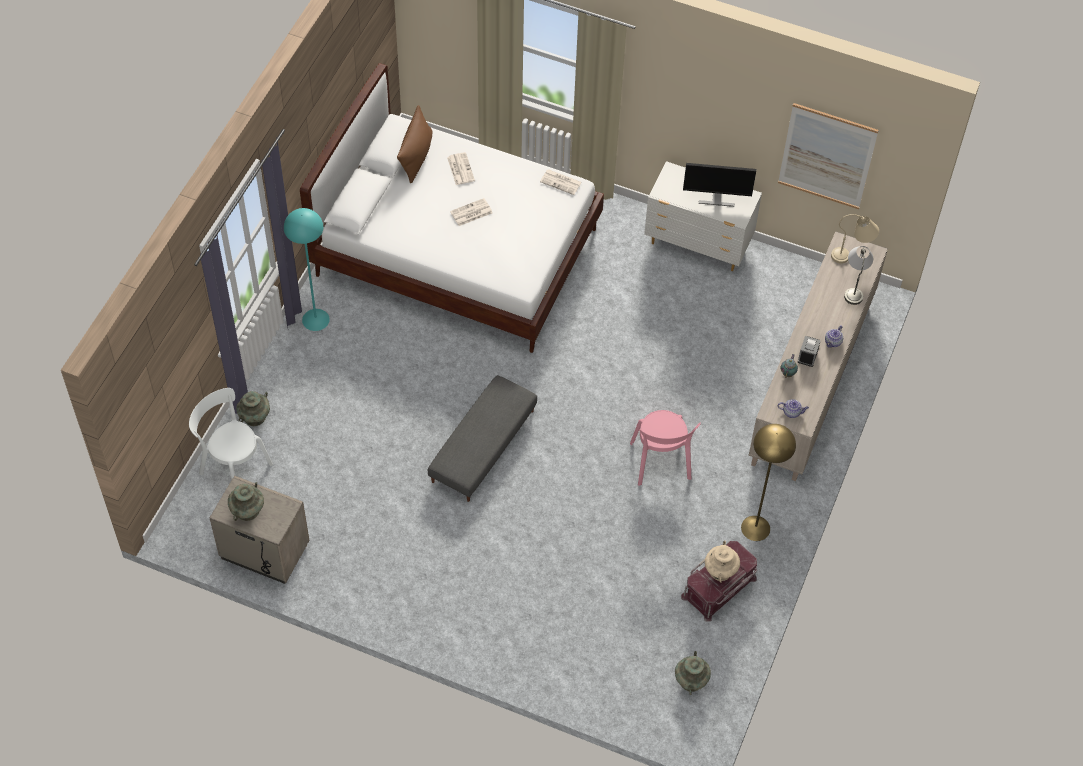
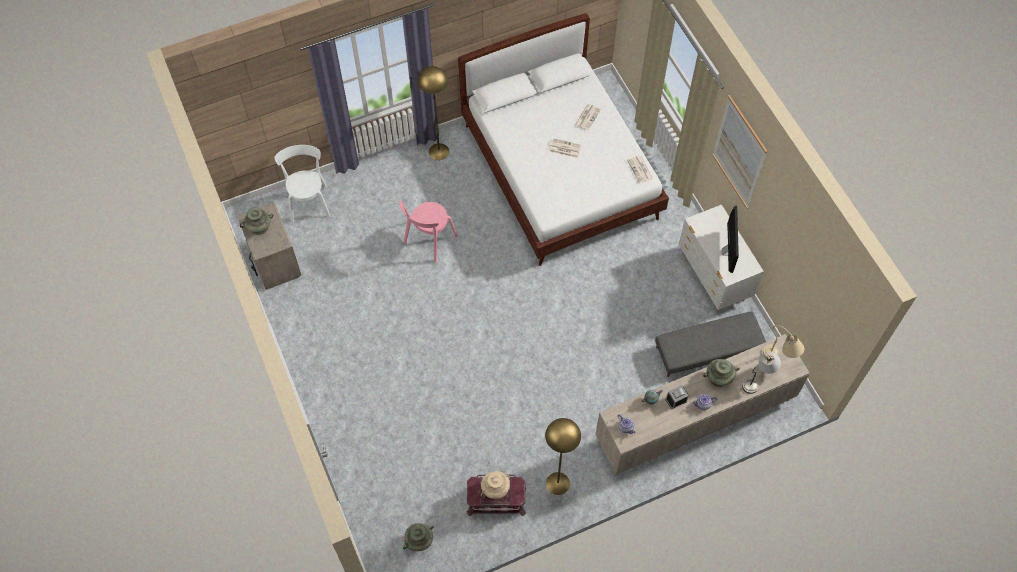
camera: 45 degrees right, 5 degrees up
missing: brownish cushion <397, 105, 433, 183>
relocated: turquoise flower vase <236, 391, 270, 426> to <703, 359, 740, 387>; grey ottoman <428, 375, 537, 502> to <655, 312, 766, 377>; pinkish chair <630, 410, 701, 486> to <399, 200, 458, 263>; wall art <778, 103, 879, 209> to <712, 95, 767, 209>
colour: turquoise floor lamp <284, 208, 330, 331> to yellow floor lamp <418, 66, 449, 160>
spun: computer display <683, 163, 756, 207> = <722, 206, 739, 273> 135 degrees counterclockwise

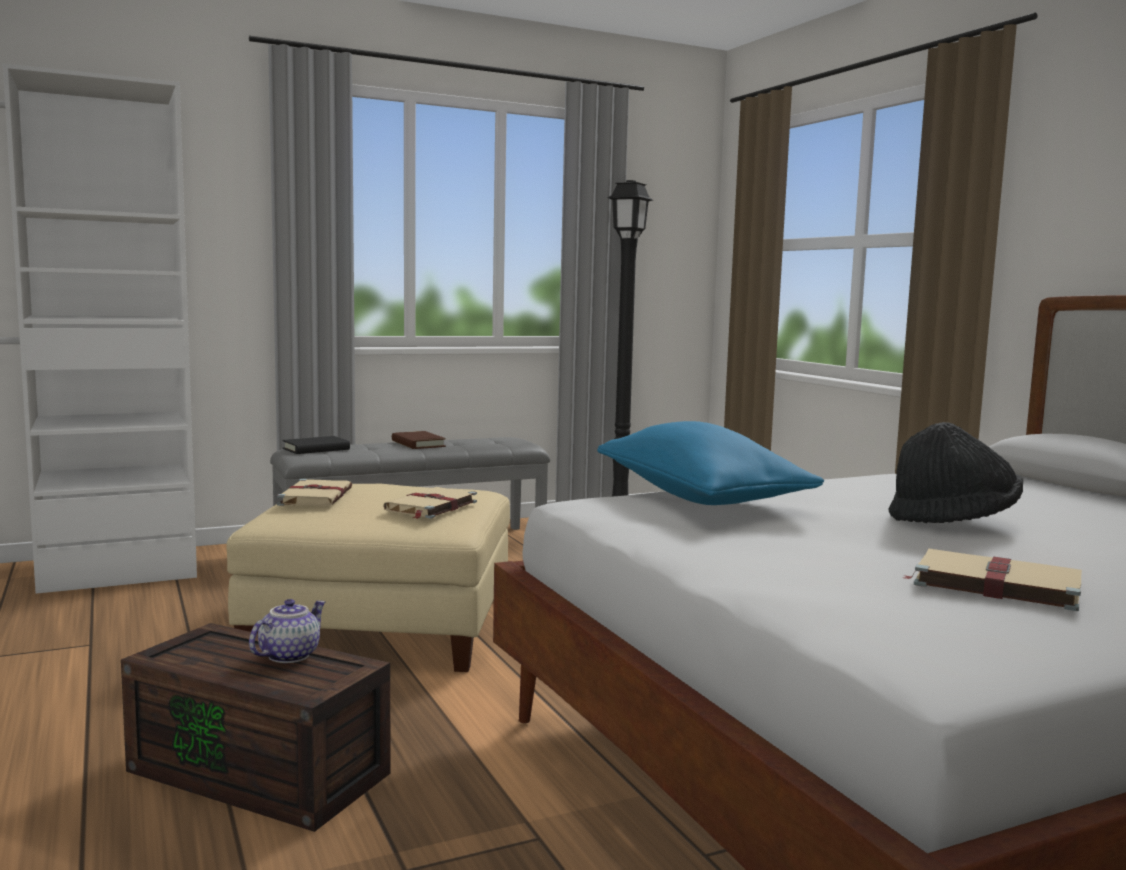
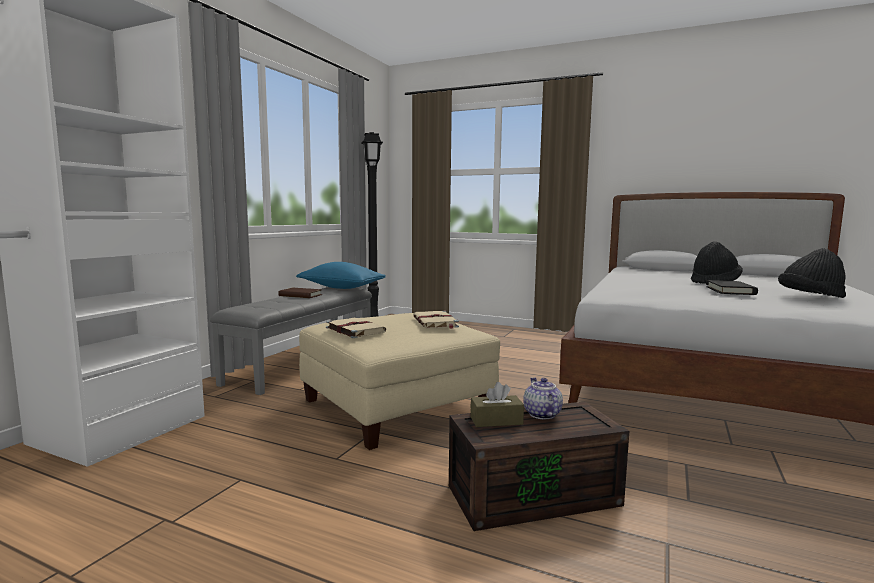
camera: 40 degrees left, 0 degrees up
appeared: brownish tissue holder <470, 382, 524, 427>
relocated: blackish bound book <282, 436, 350, 454> to <706, 280, 758, 295>; blue cushion <597, 421, 824, 505> to <296, 262, 386, 289>
exchanged: beige bound book <904, 548, 1082, 611> to blackish hat <778, 248, 846, 298>

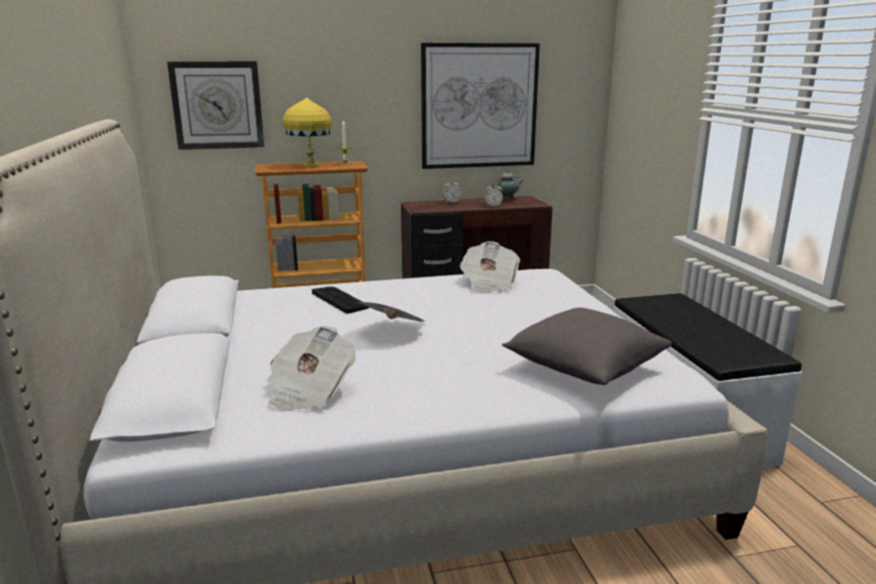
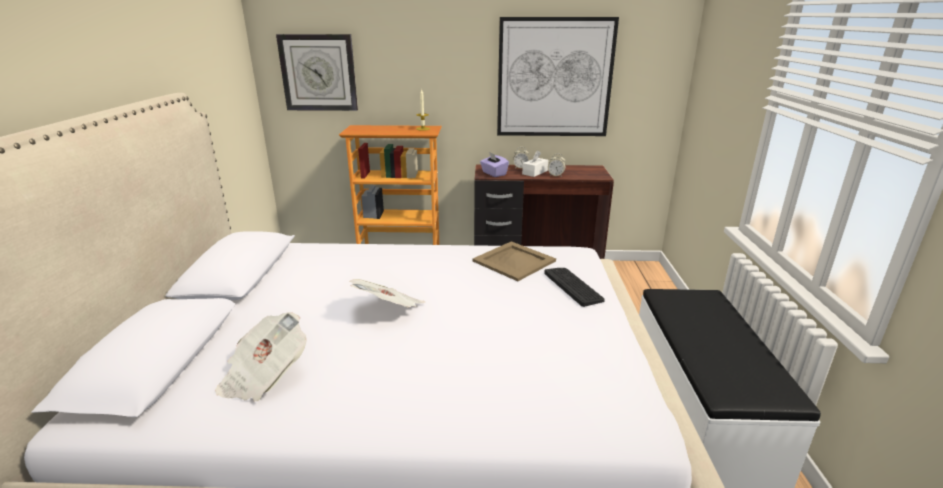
camera: 15 degrees right, 5 degrees up
missing: yellow table lamp <283, 98, 332, 167>; teapot <492, 170, 523, 200>; grey cushion <502, 308, 672, 385>
appeared: purple-coloured tissue holder <480, 152, 509, 177>; whitish tissue holder <522, 150, 548, 177>
relocated: keyboard <312, 287, 369, 314> to <544, 268, 605, 307>
exchanged: printed paper <460, 241, 520, 294> to beige serving tray <472, 241, 556, 281>

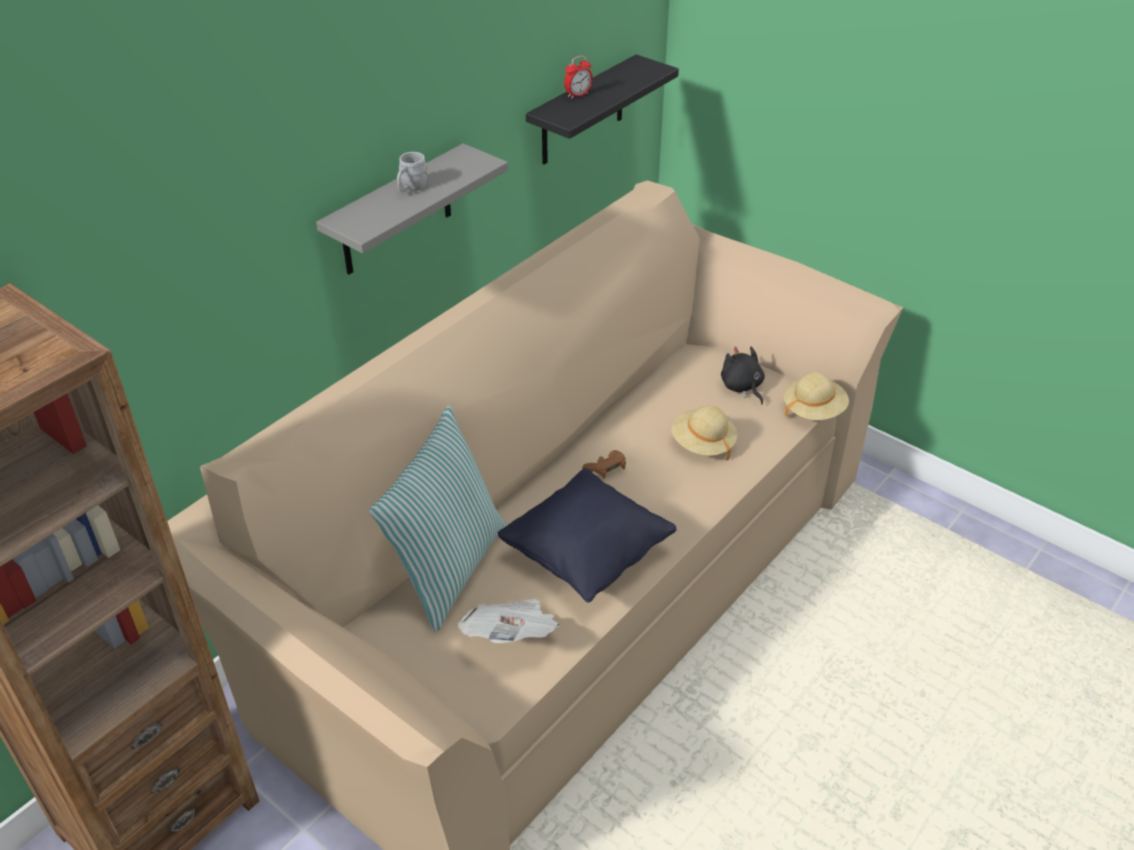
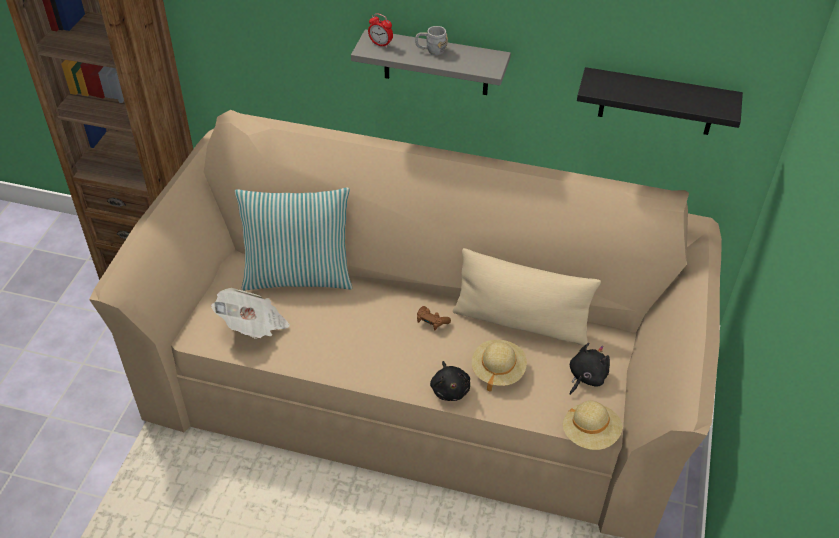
camera: 65 degrees right, 5 degrees up
missing: blackish cushion <498, 468, 677, 603>
appeared: blackish cuddly toy <430, 361, 470, 401>; beige cushion <453, 248, 601, 346>
relocated: bedside clock <564, 56, 593, 99> to <368, 13, 393, 48>

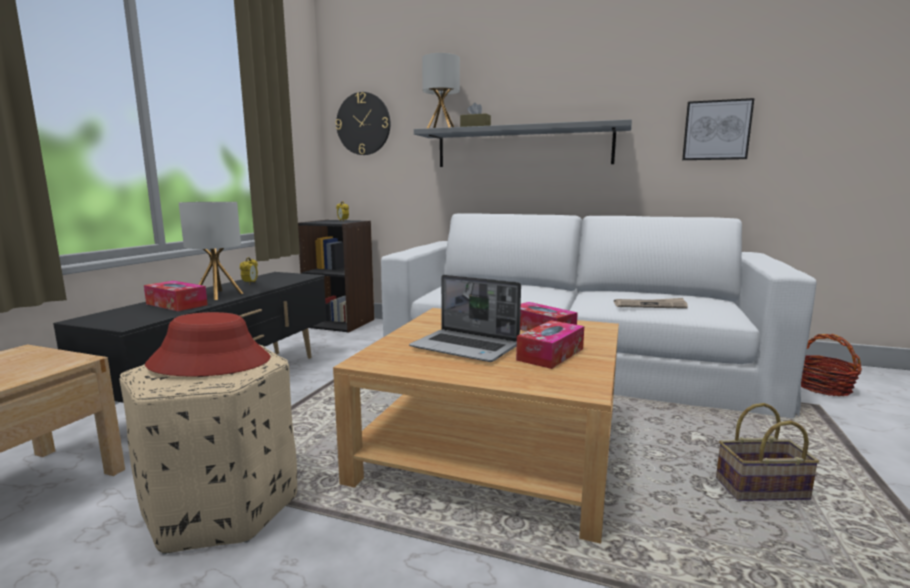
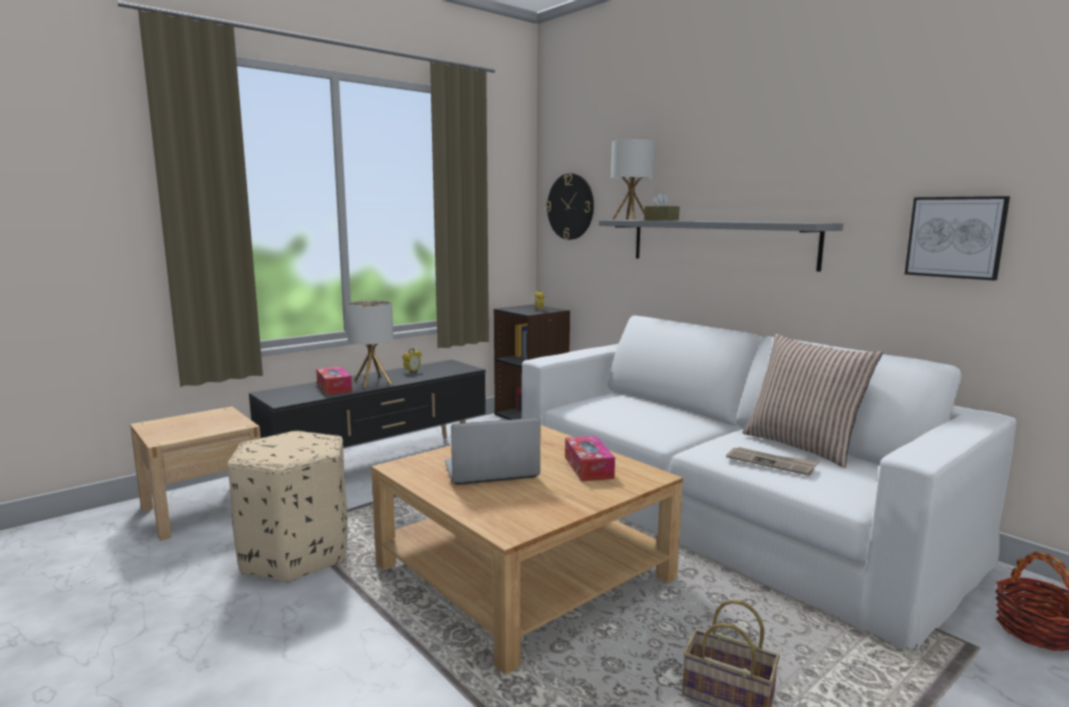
camera: 30 degrees right, 0 degrees up
missing: red hat <145, 312, 271, 377>; tissue holder <516, 320, 584, 369>
appeared: cushion <742, 334, 883, 468>
spun: portable computer <409, 275, 521, 362> = <445, 418, 540, 485> 105 degrees clockwise

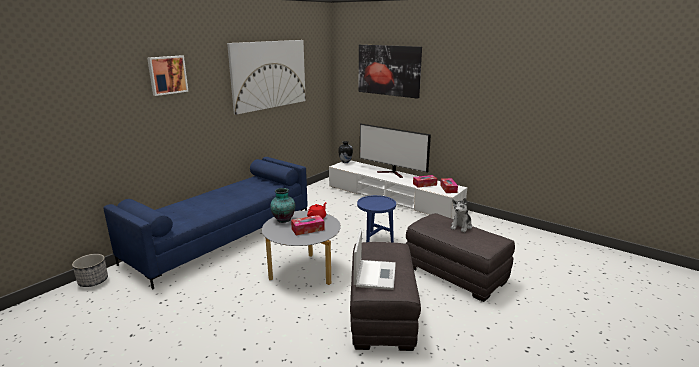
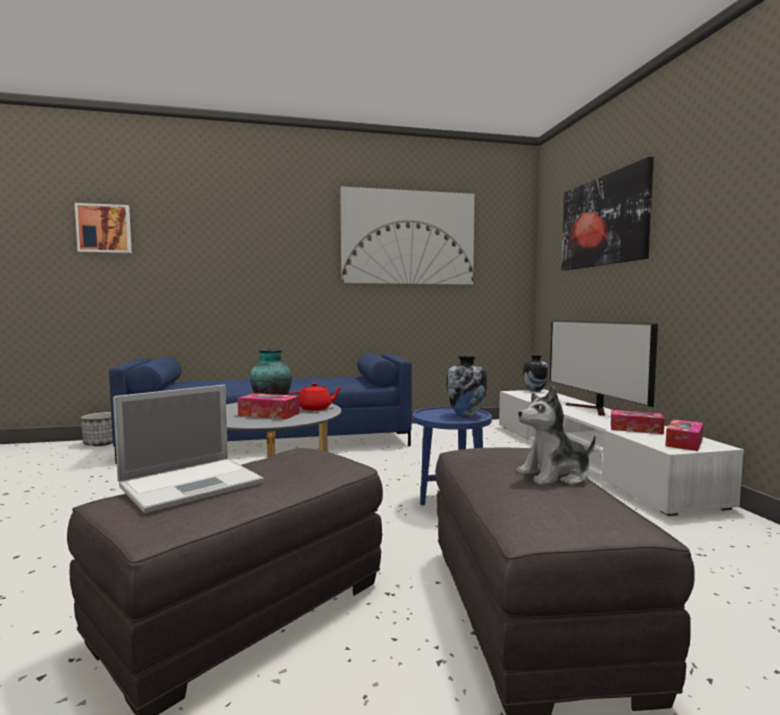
camera: 40 degrees right, 15 degrees down
appeared: flower vase <447, 356, 487, 417>
relocated: wall art <147, 55, 189, 96> to <75, 203, 132, 253>

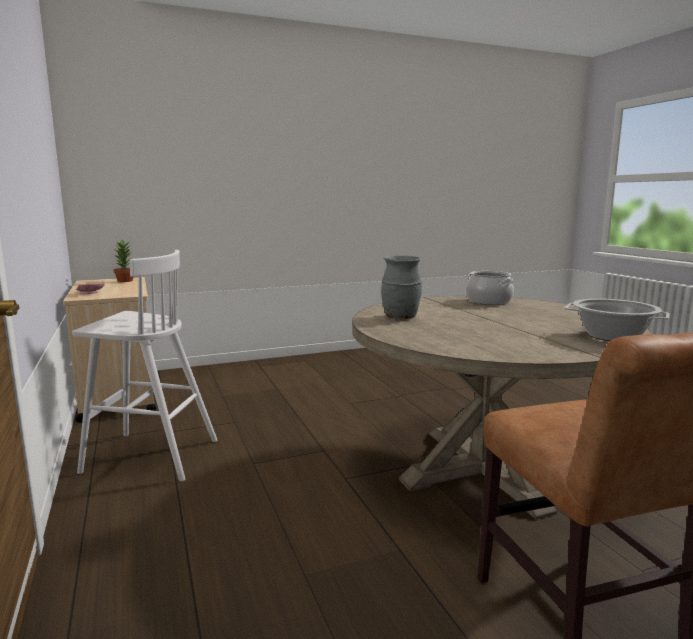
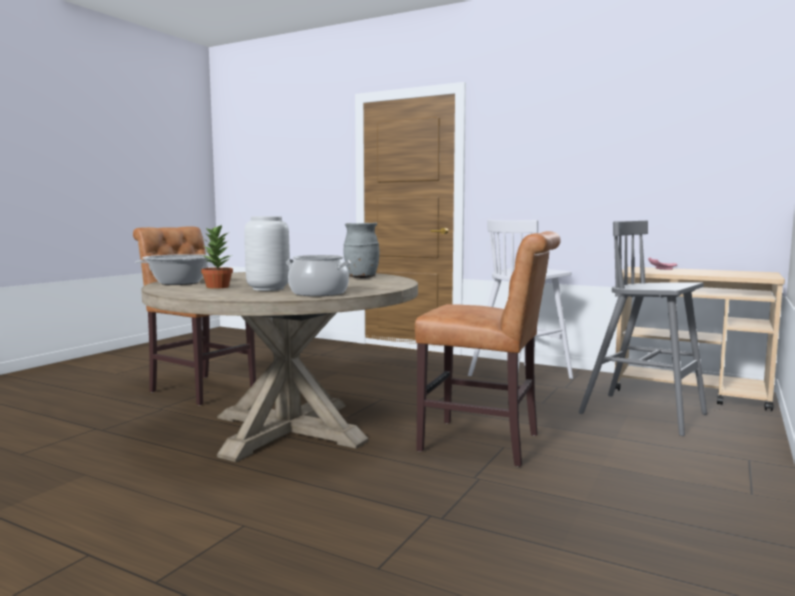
camera: 140 degrees right, 5 degrees down
appeared: grey flower vase <244, 216, 290, 291>; brownish chair <415, 231, 561, 467>; grey stool <578, 221, 707, 436>
relocated: houseplant <113, 239, 133, 282> to <201, 224, 233, 289>

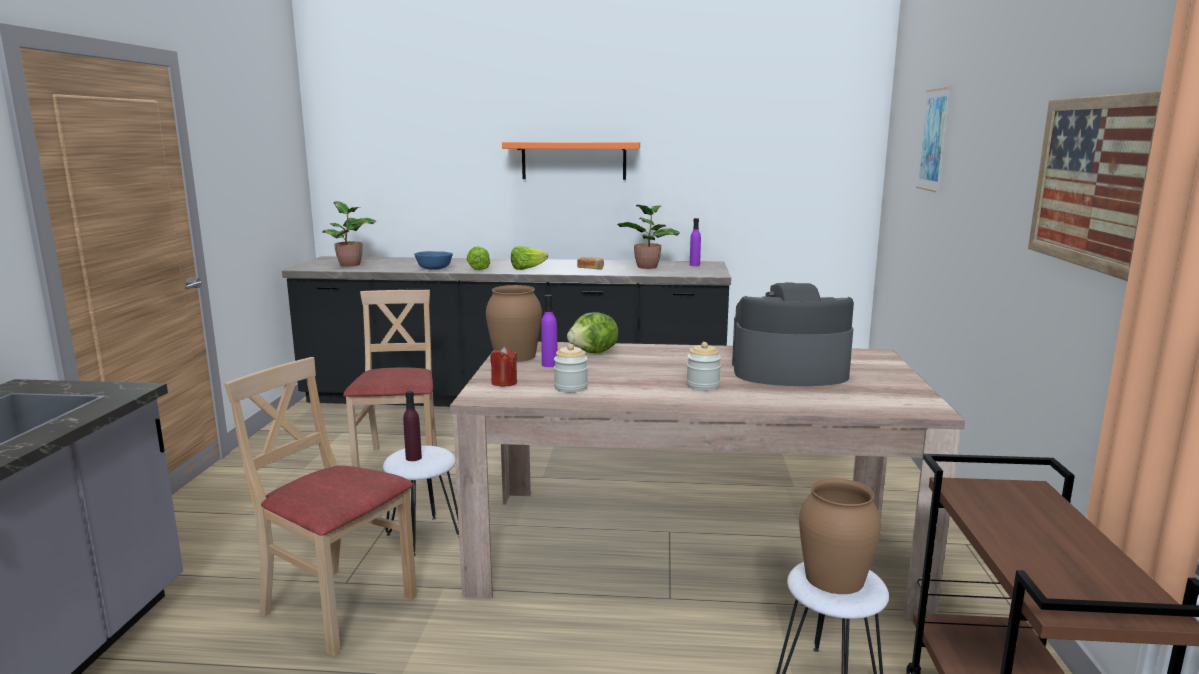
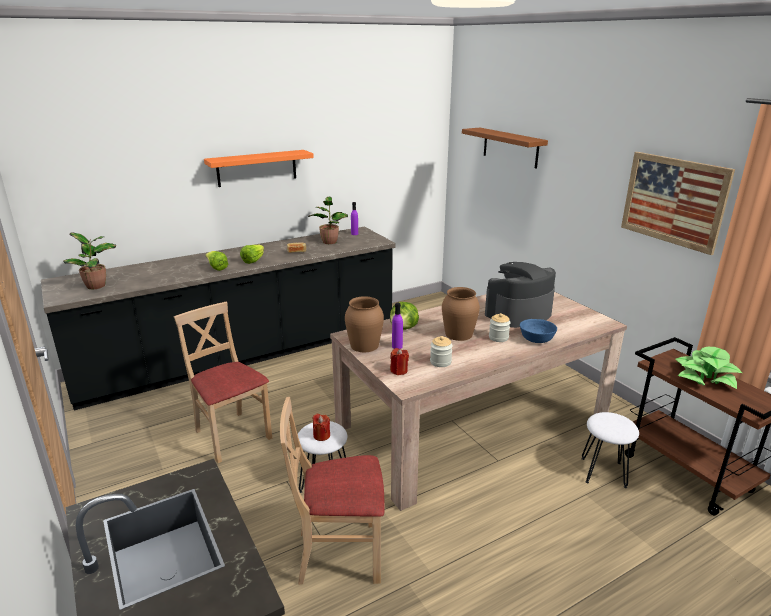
camera: 35 degrees left, 10 degrees up
appeared: houseplant <675, 347, 742, 389>
relocated: blue bowl <414, 251, 453, 270> to <520, 319, 557, 343>; brownish flower vase <799, 478, 881, 594> to <442, 287, 480, 341>
exchanged: purple-coloured bottle <403, 391, 422, 461> to red wax candle <312, 414, 330, 441>; wall art <916, 87, 951, 193> to brownish shelf <462, 128, 548, 169>

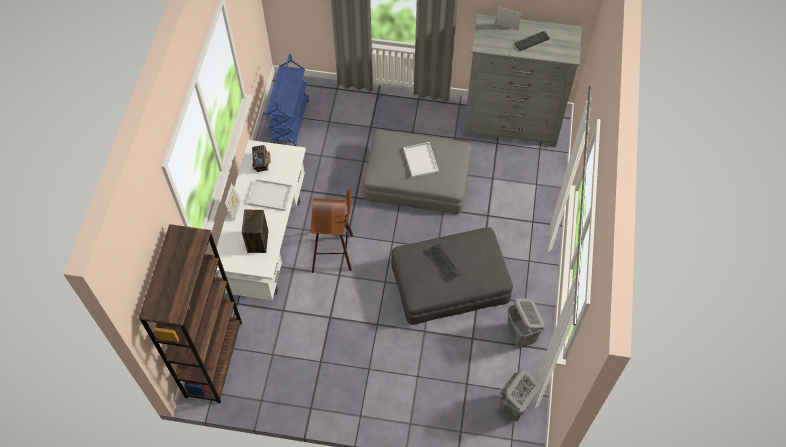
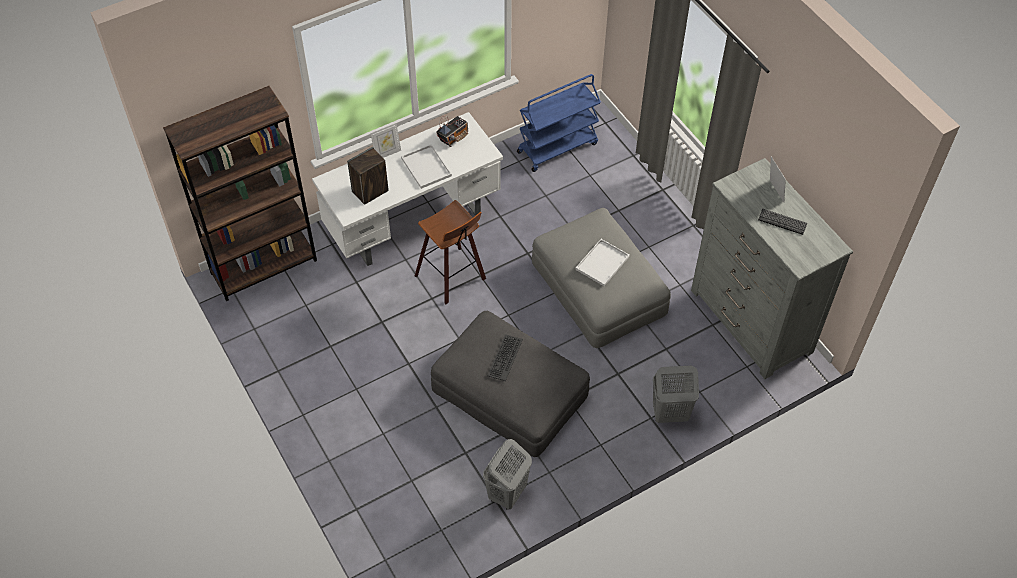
camera: 50 degrees right, 5 degrees down
relocated: grey hamper <499, 369, 540, 422> to <653, 366, 699, 423>

